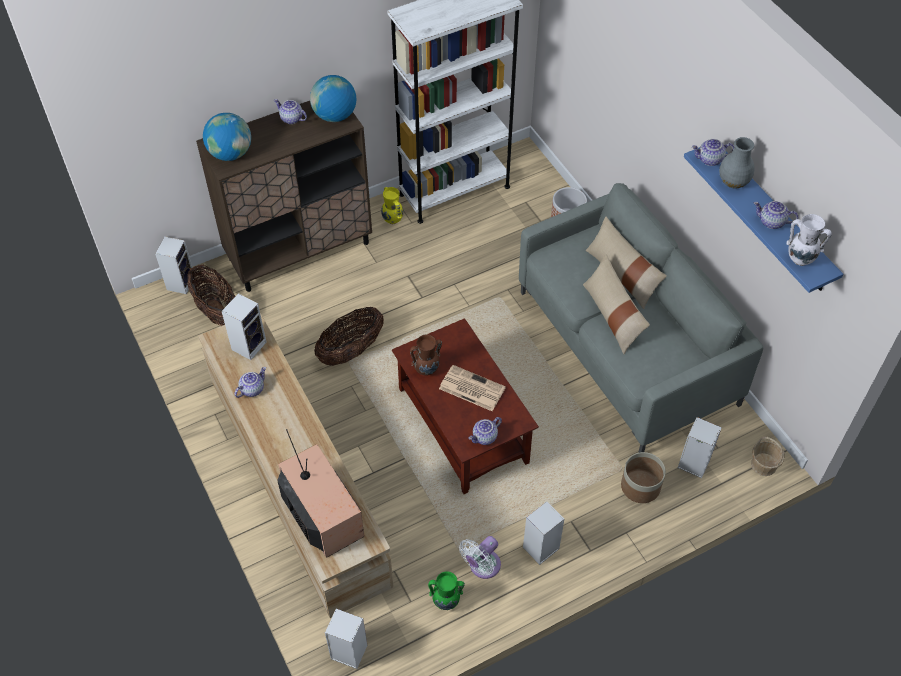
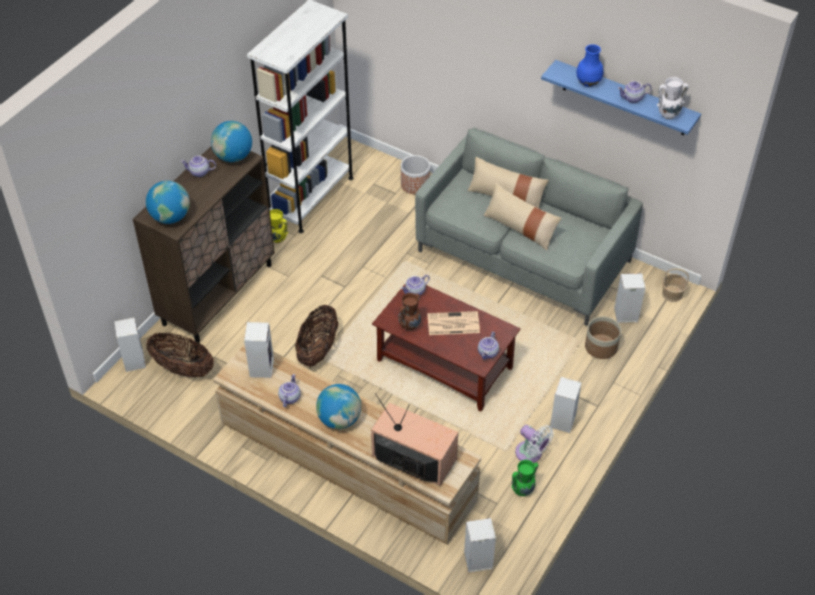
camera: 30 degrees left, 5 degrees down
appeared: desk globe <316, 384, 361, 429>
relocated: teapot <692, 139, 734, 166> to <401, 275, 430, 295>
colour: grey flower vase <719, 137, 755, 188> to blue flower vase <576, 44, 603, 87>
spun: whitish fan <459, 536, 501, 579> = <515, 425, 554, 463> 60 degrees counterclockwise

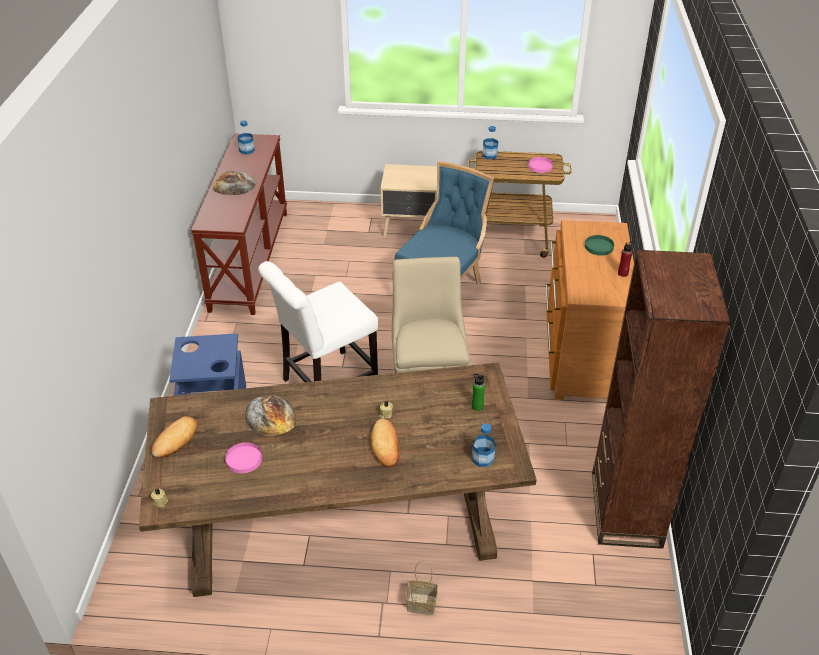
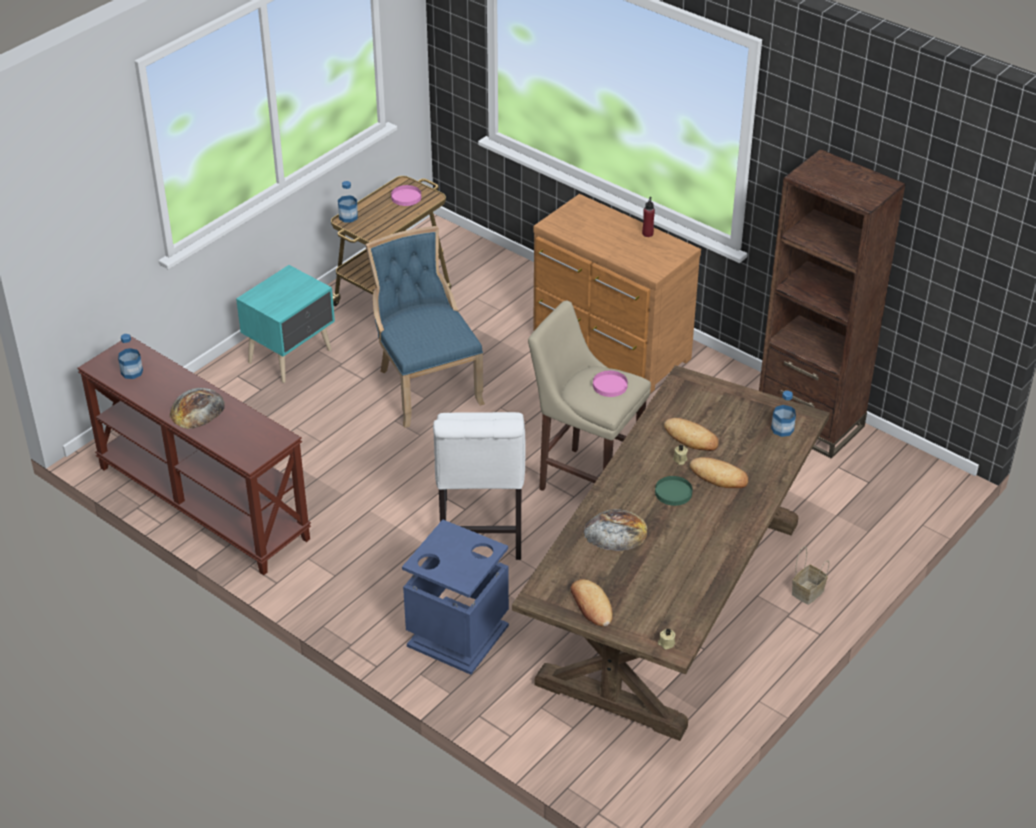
camera: 55 degrees left, 0 degrees up
missing: greenish bottle <472, 374, 485, 411>
appeared: bakery bread <664, 418, 719, 451>
relocated: pinkish dinner plate <225, 442, 262, 473> to <593, 371, 628, 397>; greenish dinner plate <585, 235, 614, 256> to <655, 476, 693, 506>
colour: beige nightstand <381, 164, 437, 237> to turquoise nightstand <236, 265, 335, 383>

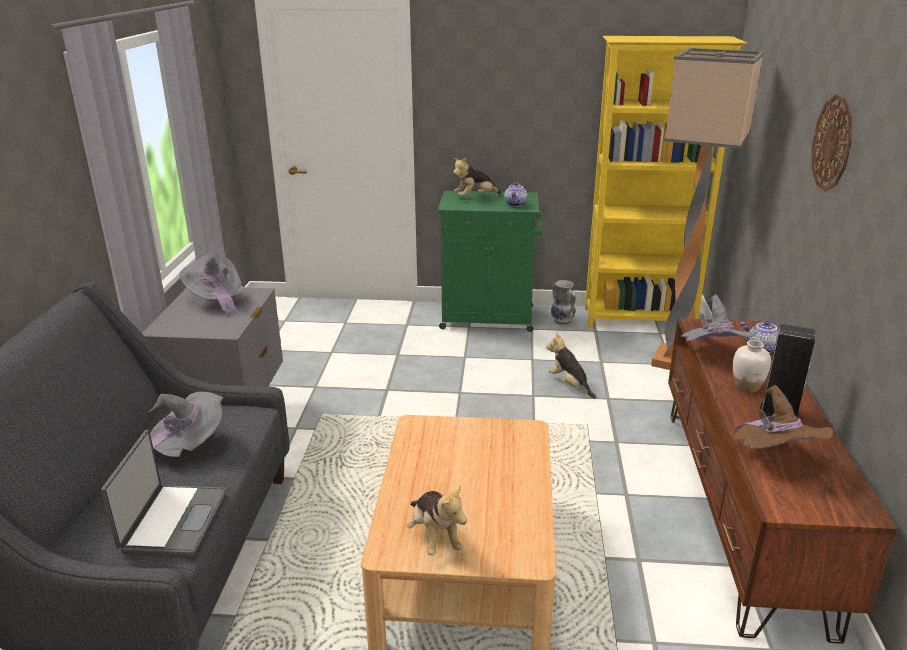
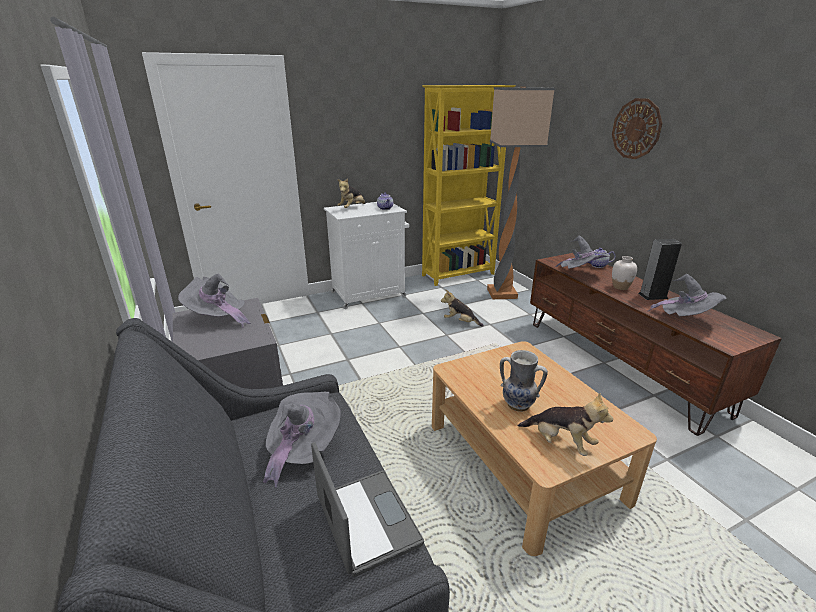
camera: 30 degrees left, 0 degrees up
relocated: flower vase <551, 280, 576, 325> to <500, 350, 548, 412>
colour: greenish cupboard <438, 191, 543, 332> to whitish cupboard <324, 202, 409, 309>; brownish hat <733, 385, 834, 449> to grey hat <649, 274, 727, 316>

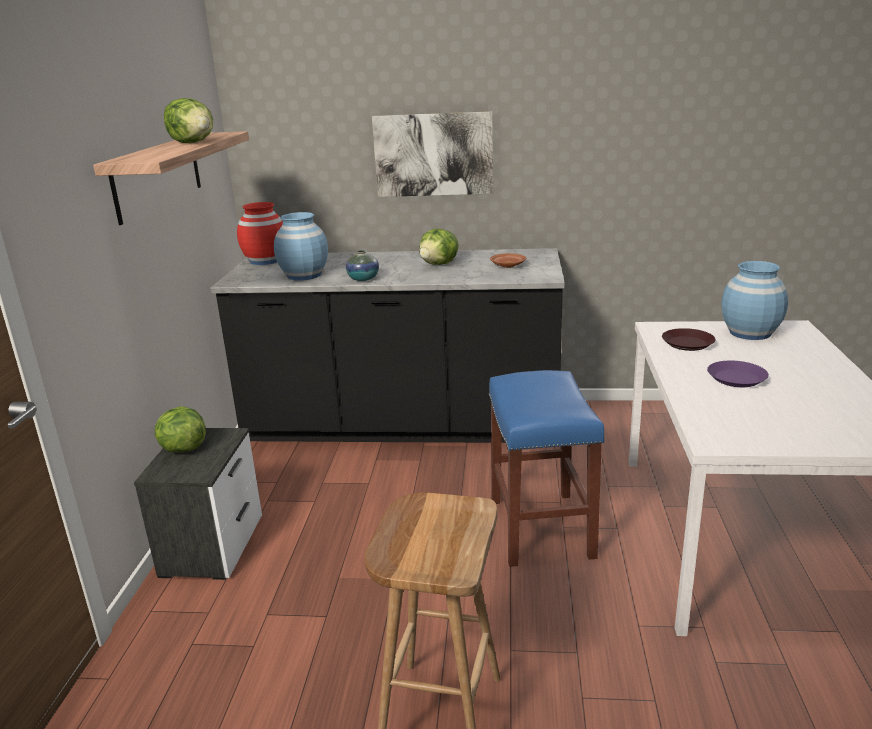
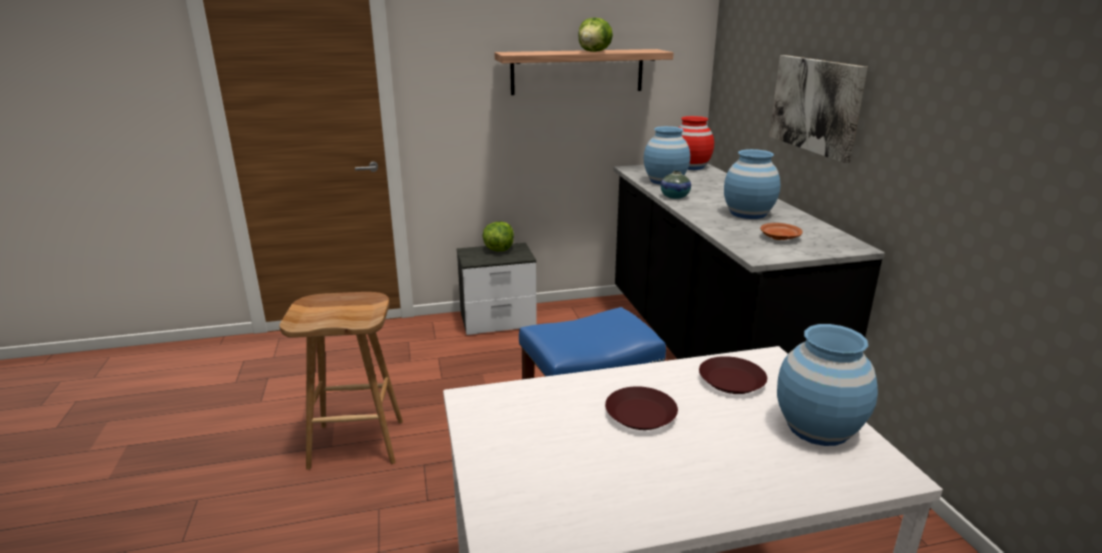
camera: 70 degrees right, 0 degrees up
exchanged: lettuce head <419, 229, 459, 265> to blue flower vase <724, 149, 780, 219>
colour: purple-coloured dinner plate <707, 361, 769, 387> to brownish dinner plate <605, 386, 678, 430>

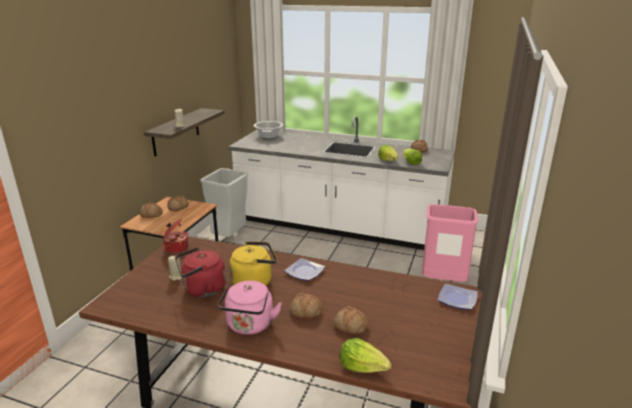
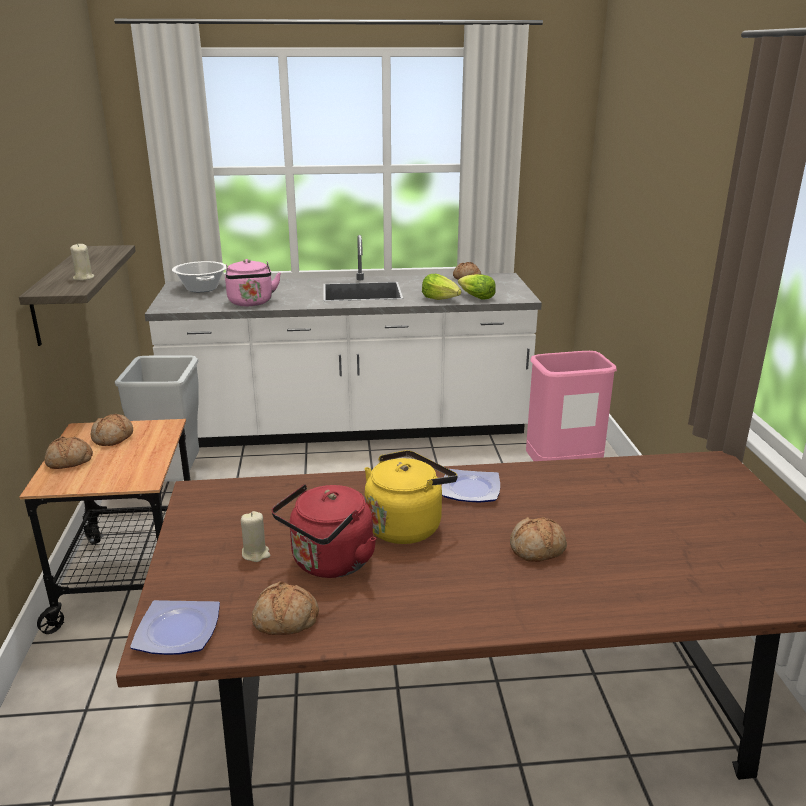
camera: 25 degrees left, 0 degrees up
missing: cooking pot <162, 219, 189, 253>; lettuce head <339, 338, 392, 373>
relocated: pinkish water kettle <218, 281, 282, 335> to <225, 259, 281, 306>; bakery bread <334, 306, 368, 334> to <252, 581, 319, 635>; dinner plate <438, 284, 478, 310> to <130, 600, 220, 655>

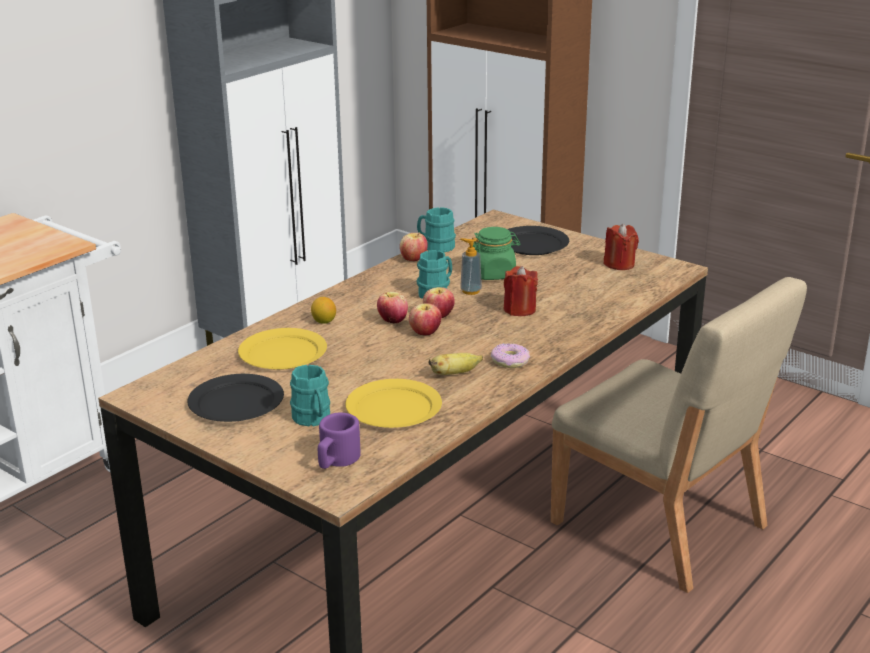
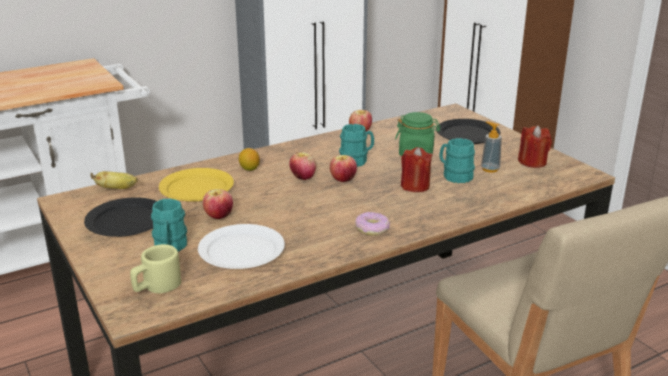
camera: 20 degrees right, 0 degrees up
relocated: whole apple <409, 303, 441, 335> to <203, 189, 233, 219>; turquoise tea mug <417, 207, 456, 252> to <439, 138, 475, 183>; whole banana <429, 353, 483, 375> to <90, 171, 138, 189>; liquid soap bottle <460, 238, 482, 295> to <481, 121, 502, 173>
colour: purple-coloured tea mug <318, 413, 361, 469> to beige tea mug <130, 244, 181, 293>; yellow dinner plate <345, 379, 442, 428> to whitish dinner plate <198, 224, 285, 269>

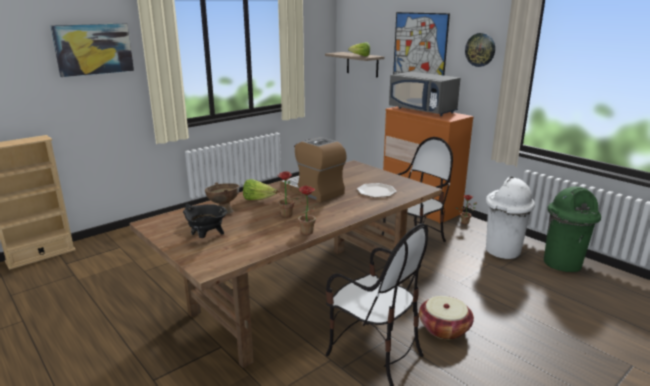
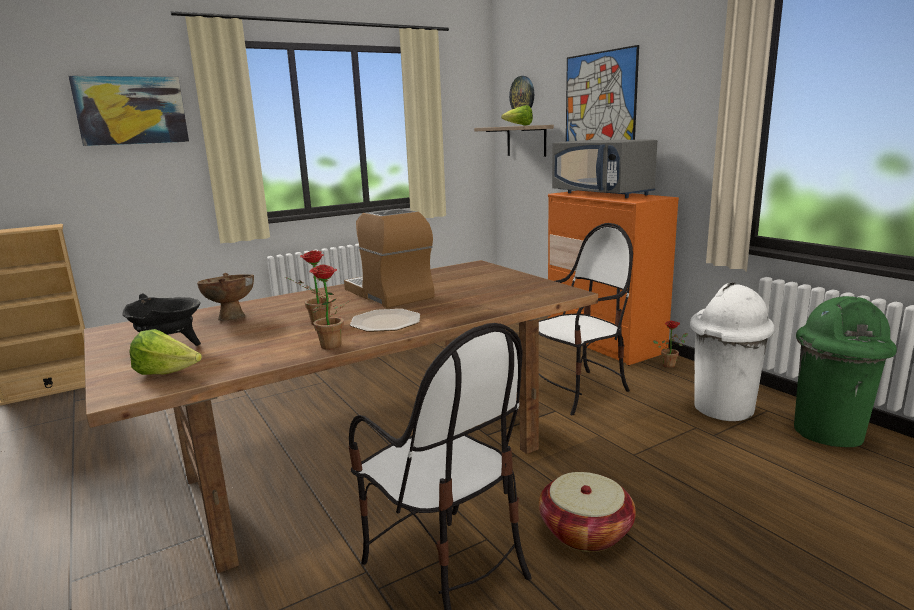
camera: 10 degrees right, 5 degrees down
relocated: lettuce head <243, 179, 278, 200> to <129, 329, 202, 375>; dinner plate <357, 183, 396, 198> to <350, 309, 420, 332>; clock on the wall <465, 33, 495, 67> to <509, 76, 534, 109>

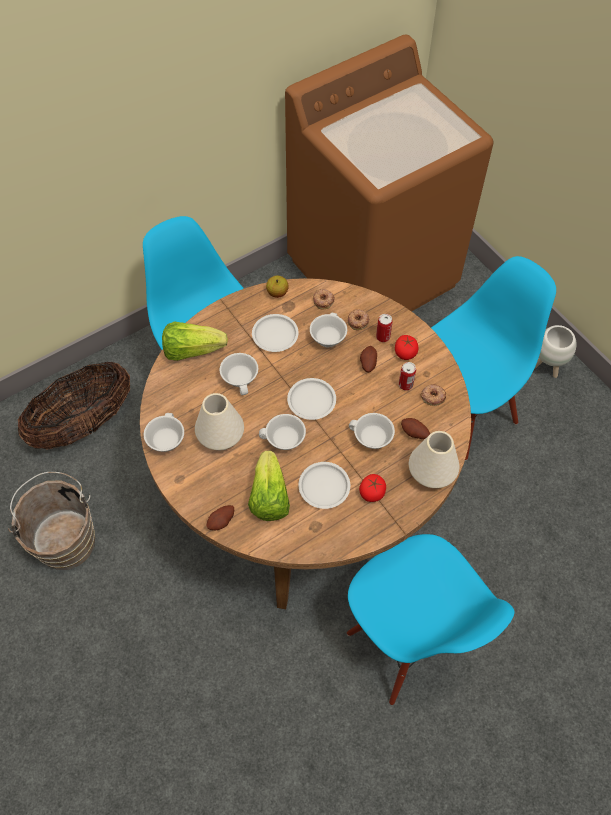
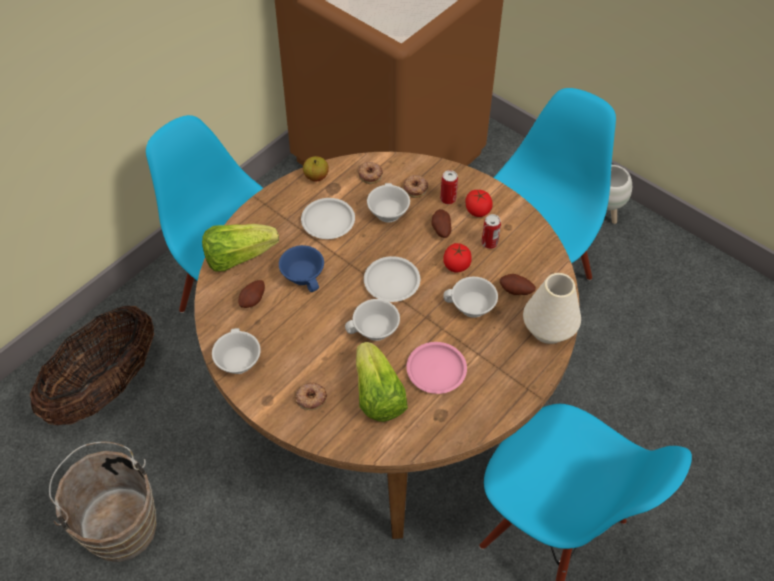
camera: 15 degrees left, 5 degrees down
missing: whitish flower vase <195, 393, 244, 450>
relocated: spud <206, 505, 234, 530> to <238, 280, 265, 308>; whole tomato <359, 474, 386, 502> to <443, 243, 472, 272>; doughnut <421, 384, 446, 406> to <295, 382, 327, 410>
colour: whitish drinking cup <219, 353, 258, 395> to blue drinking cup <279, 245, 324, 292>; whitish dinner plate <298, 462, 350, 509> to pinkish dinner plate <406, 342, 467, 394>

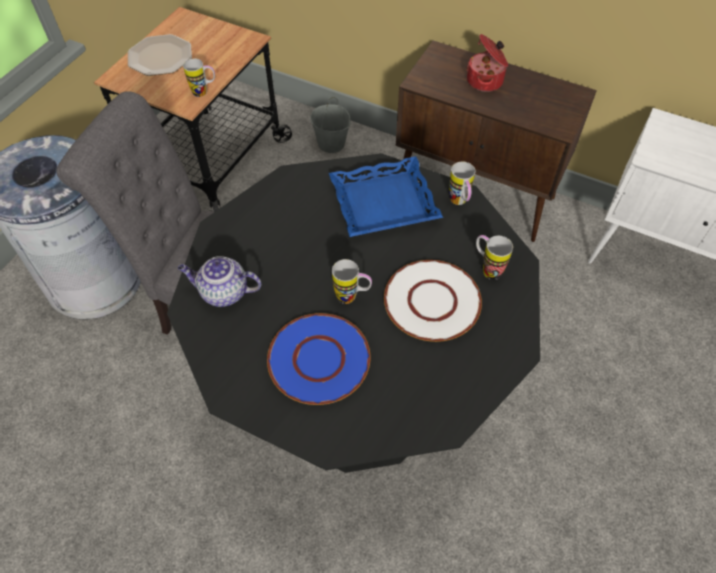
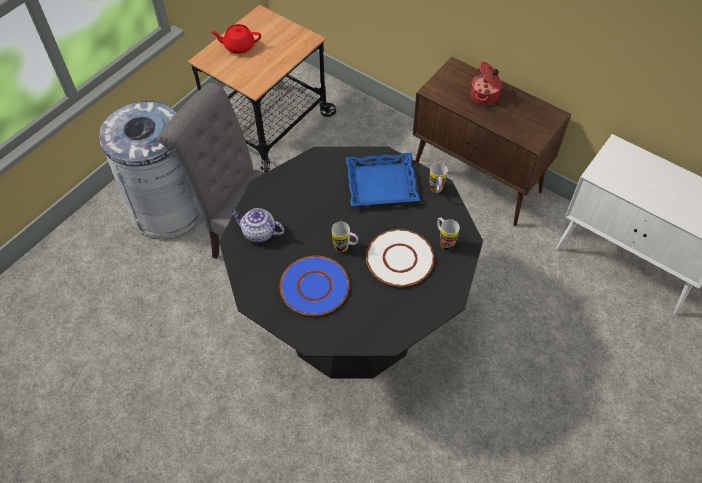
camera: 10 degrees right, 0 degrees up
missing: tea mug <183, 59, 215, 97>; grey bucket <310, 97, 351, 153>
exchanged: dinner plate <128, 34, 192, 76> to red teapot <211, 24, 261, 54>

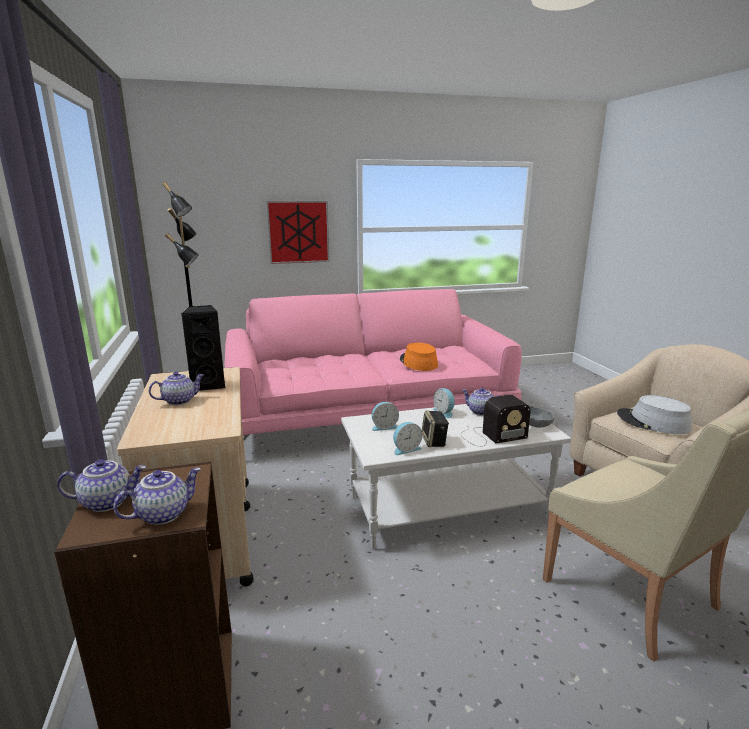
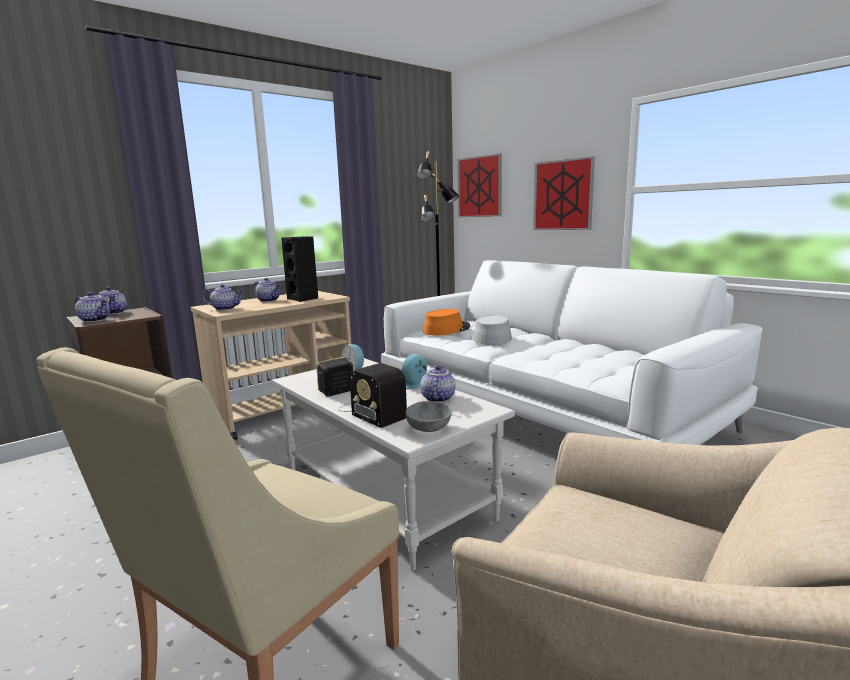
camera: 65 degrees right, 5 degrees down
missing: bedside clock <393, 422, 422, 455>
appeared: teapot <202, 284, 244, 310>; wall art <457, 153, 502, 217>
relocated: orange-coloured hat <400, 343, 438, 371> to <423, 309, 470, 335>; grey hat <617, 395, 692, 434> to <472, 315, 512, 345>
colour: pinkish sofa <224, 289, 522, 440> to whitish sofa <381, 260, 763, 445>

